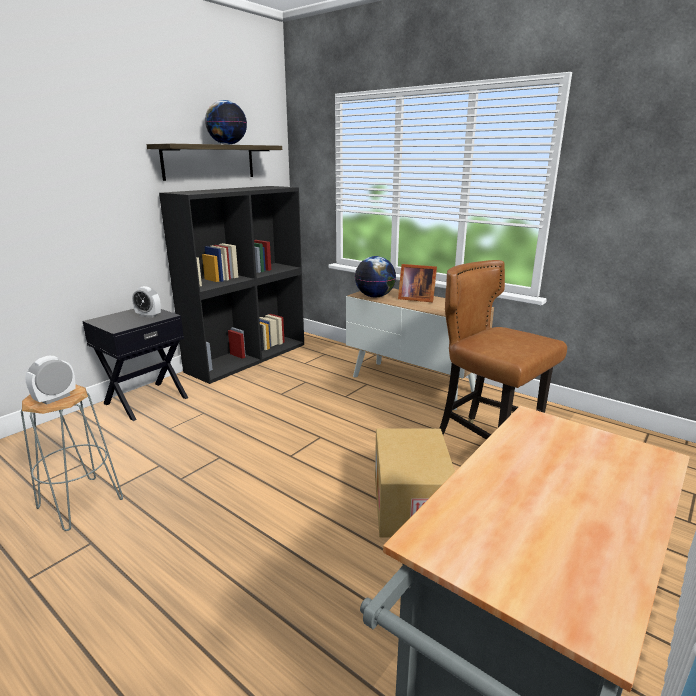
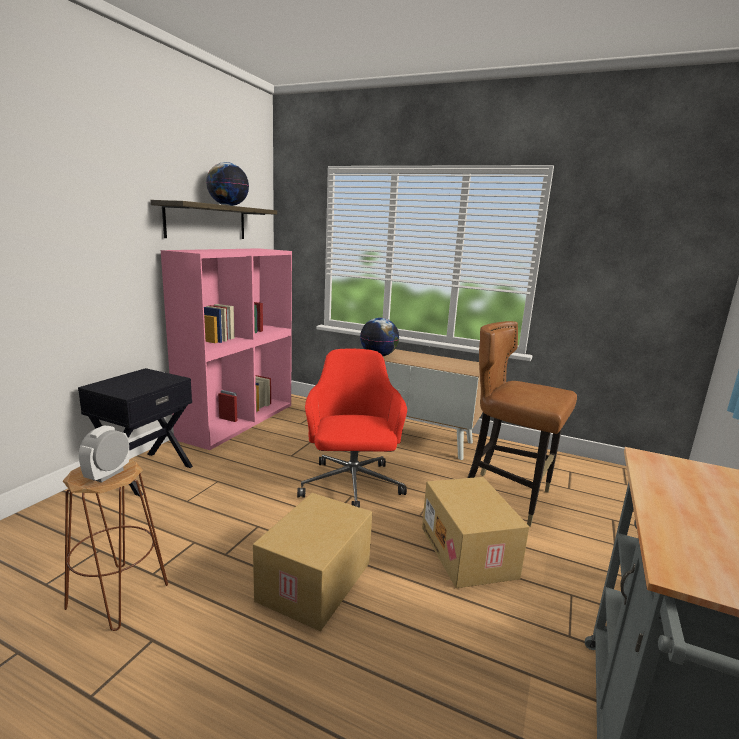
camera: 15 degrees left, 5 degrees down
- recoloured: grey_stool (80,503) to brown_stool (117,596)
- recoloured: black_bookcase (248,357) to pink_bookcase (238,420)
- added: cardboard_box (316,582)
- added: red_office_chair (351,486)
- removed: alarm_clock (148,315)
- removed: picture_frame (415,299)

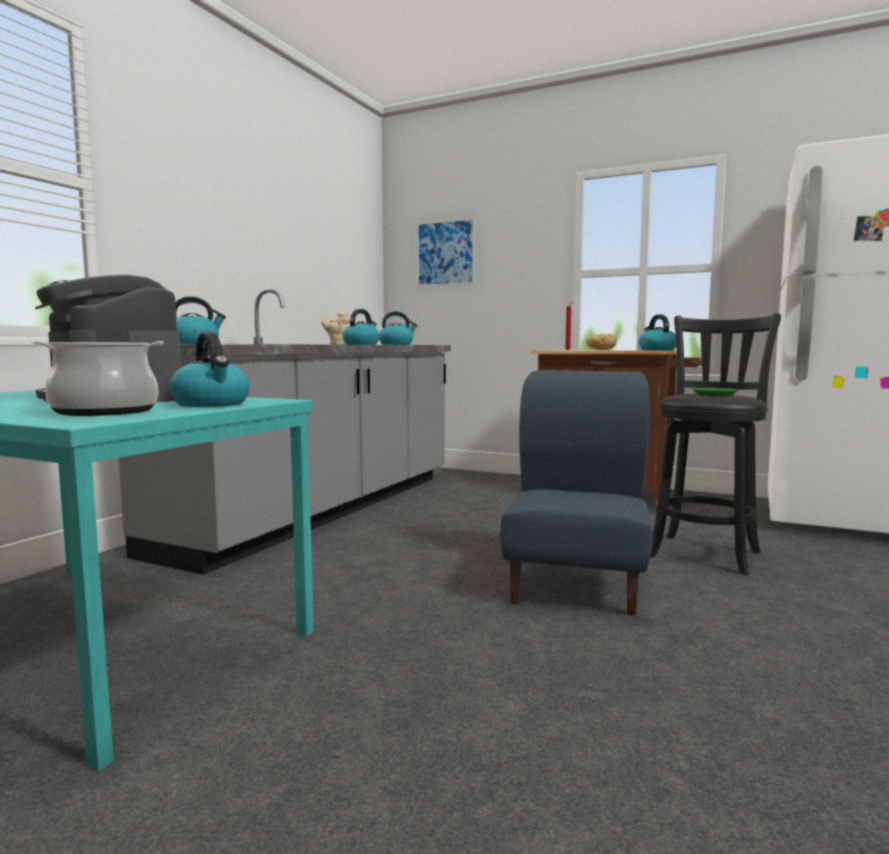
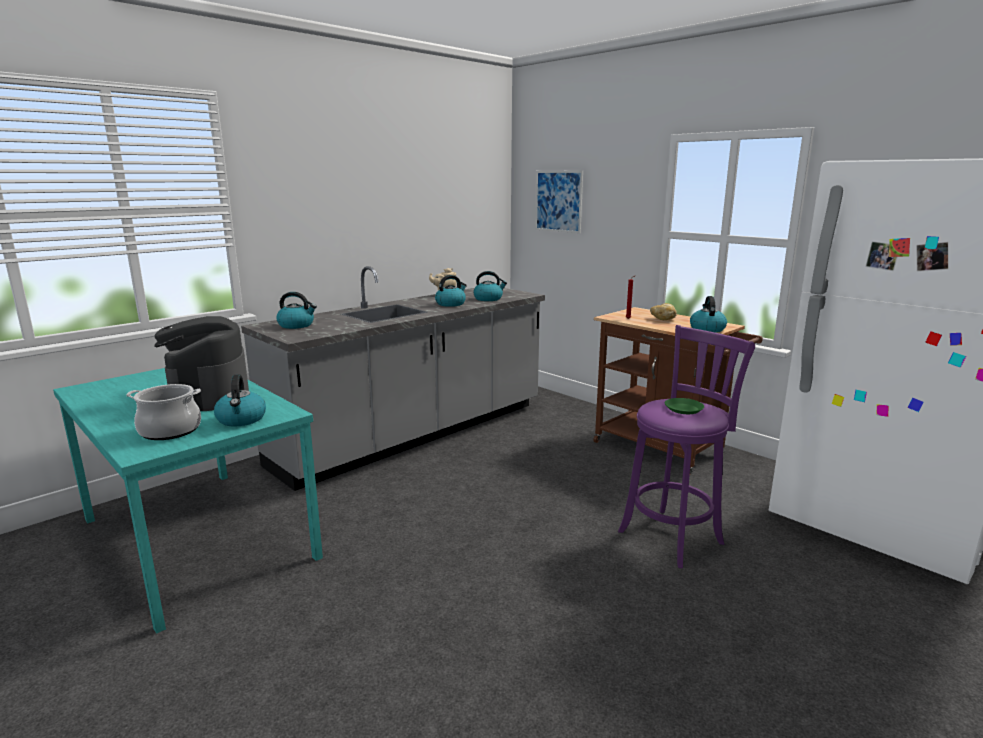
camera: 20 degrees right, 10 degrees up
- recoloured: black_stool (705,552) to purple_stool (674,535)
- removed: blue_chair (577,584)

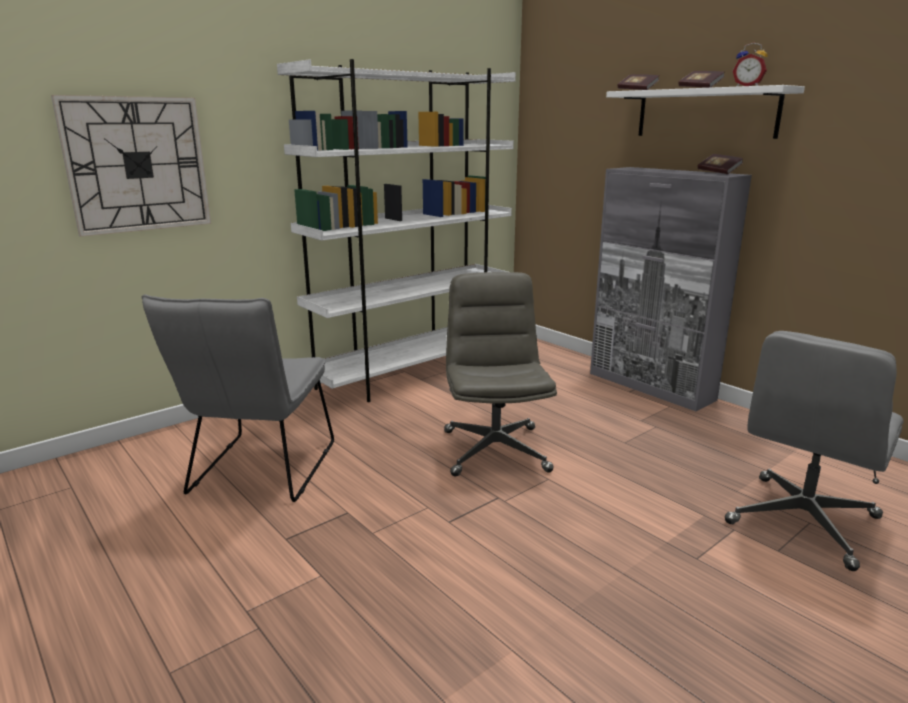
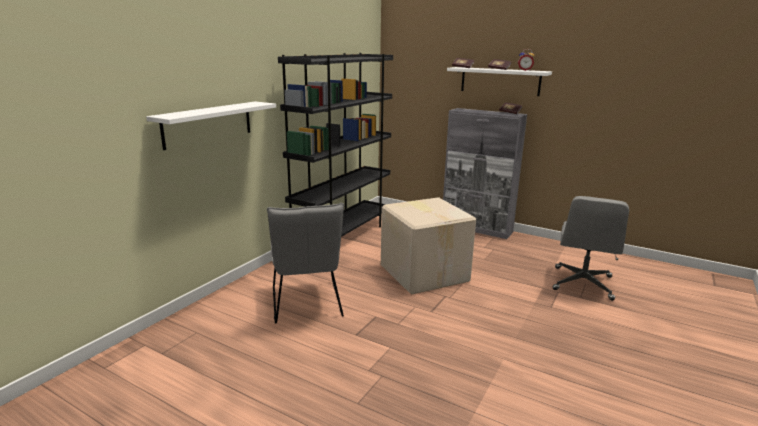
camera: 20 degrees left, 0 degrees up
- replaced: wall_clock (137,165) to white_shelf (208,124)
- recoloured: white_bookcase (413,373) to black_bookcase (343,236)
- replaced: grey_office_chair (494,450) to cardboard_box (424,273)

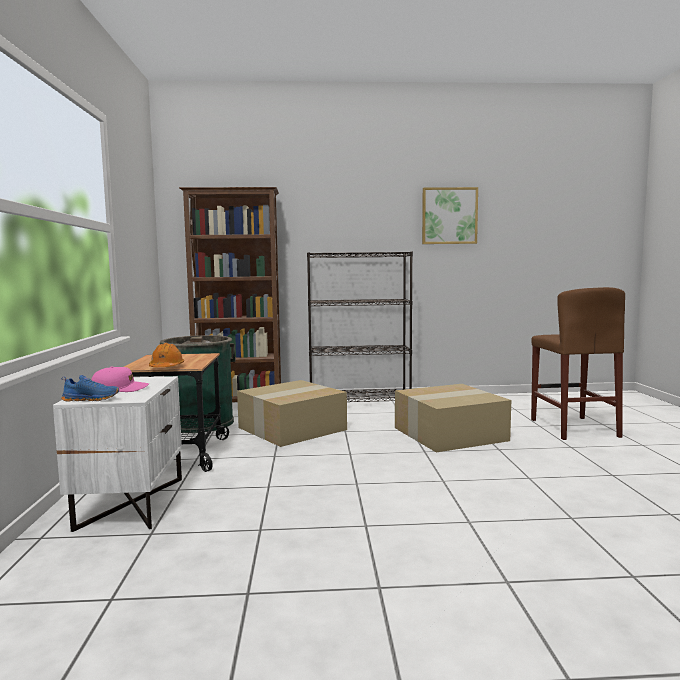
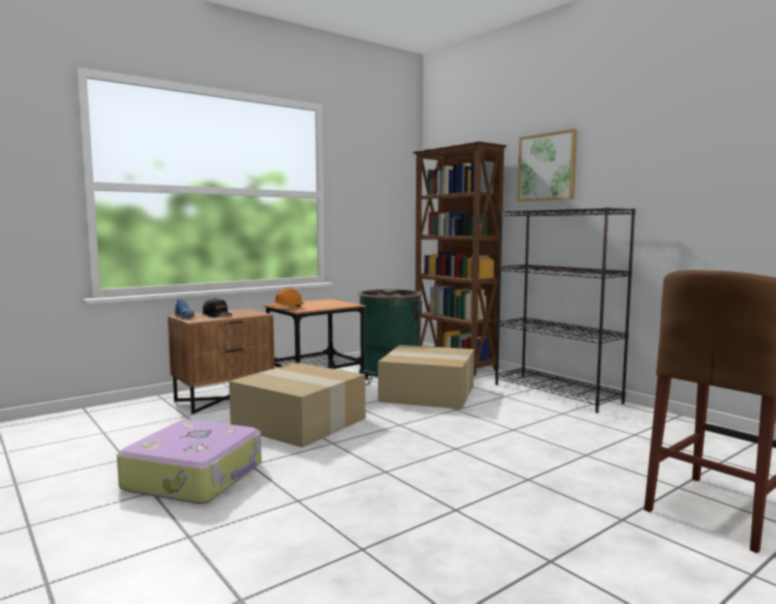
camera: 55 degrees right, 0 degrees up
- added: suitcase (196,476)
- recoloured: white_nightstand (130,502) to brown_nightstand (224,399)
- recoloured: pink_cap (120,389) to black_cap (217,315)
- moved: cardboard_box (450,433) to (301,422)
- moved: picture (449,216) to (547,167)

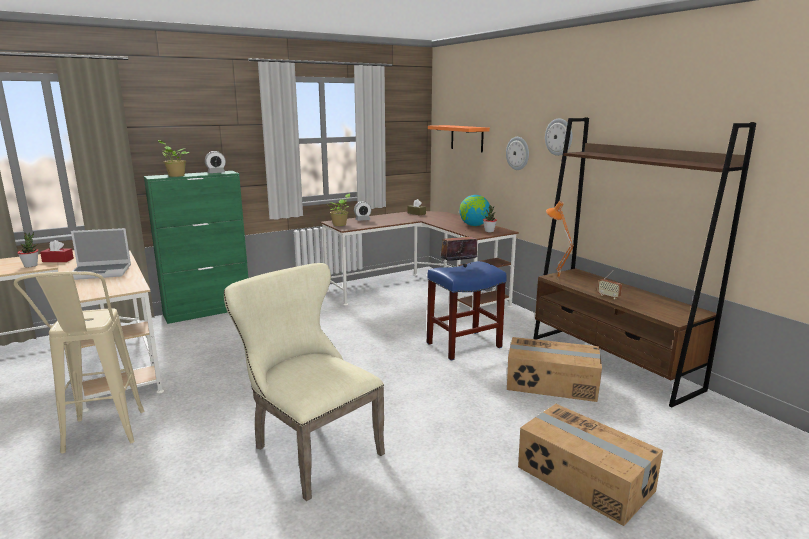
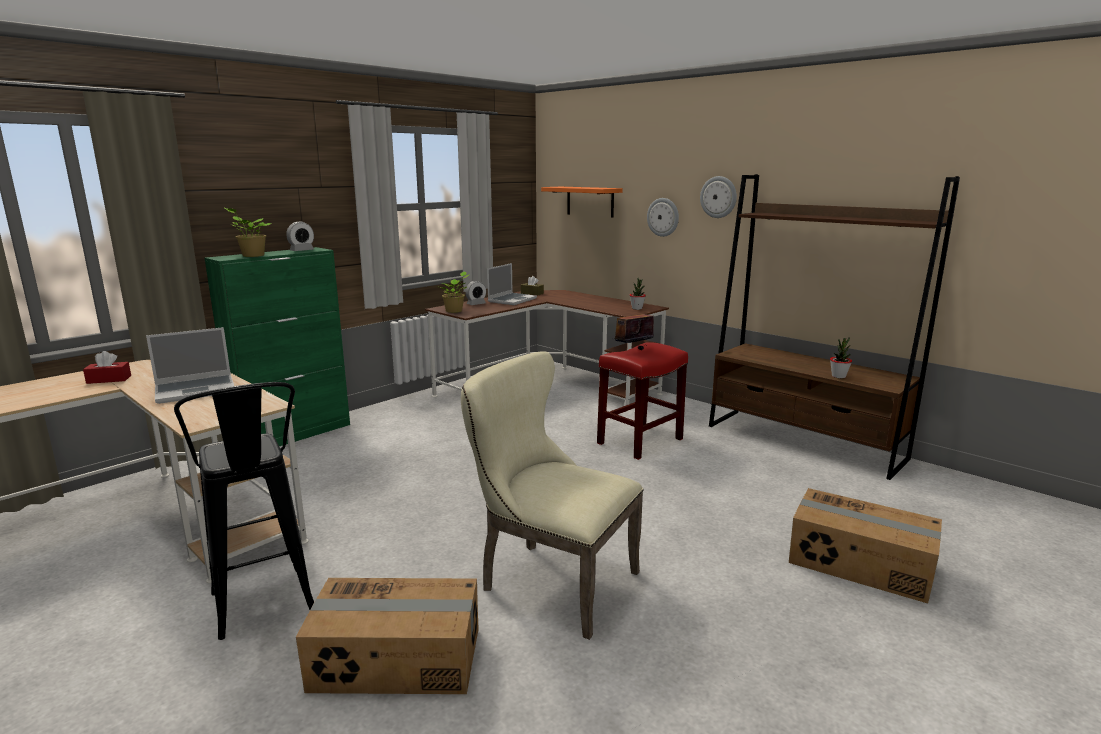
camera: 15 degrees left, 0 degrees up
- recoloured: beige_stool (101,438) to black_stool (265,612)
- moved: cardboard_box (551,383) to (396,660)
- added: laptop (512,300)
- recoloured: blue_stool (463,345) to red_stool (640,441)
- moved: potted_plant (31,265) to (838,376)
- removed: globe (474,225)
- removed: orange_table_lamp (556,279)
- removed: radio (608,296)

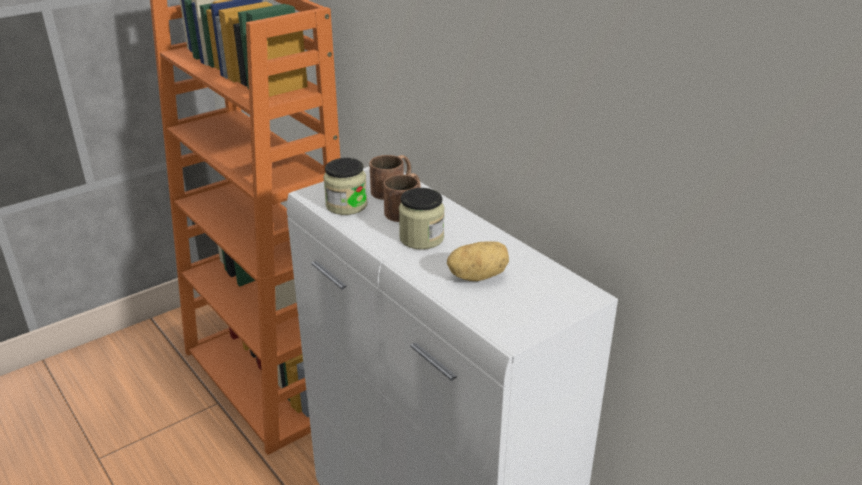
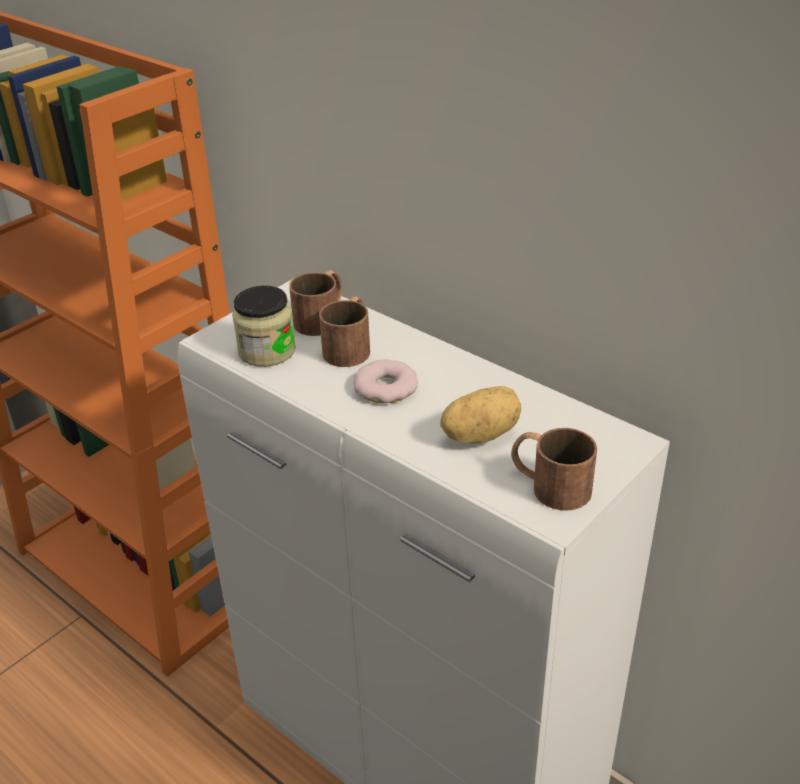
camera: 10 degrees left, 5 degrees up
- replaced: jar (421,238) to donut (386,388)
- added: brown_mug (549,485)

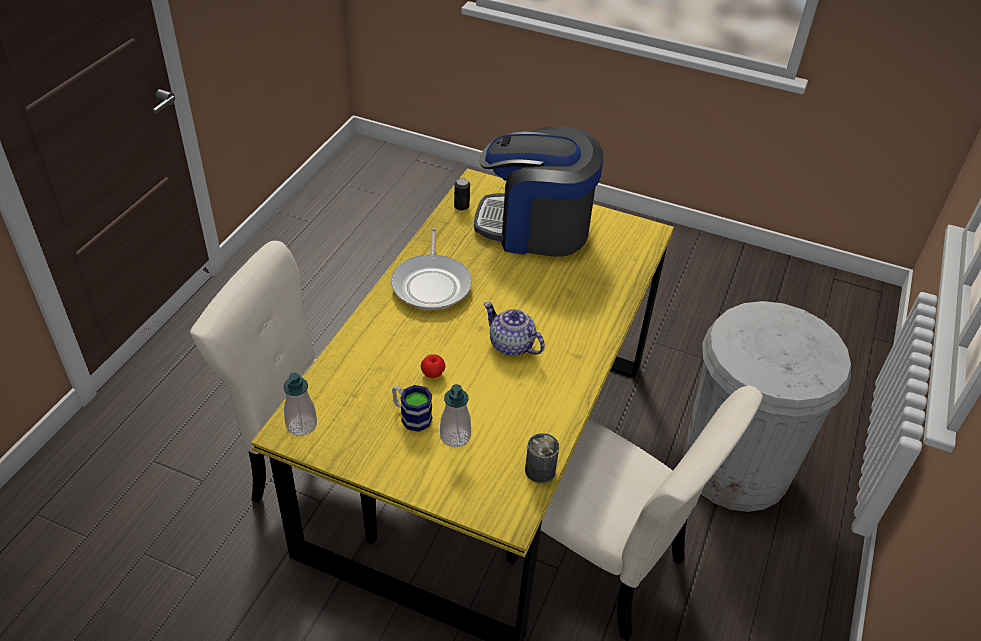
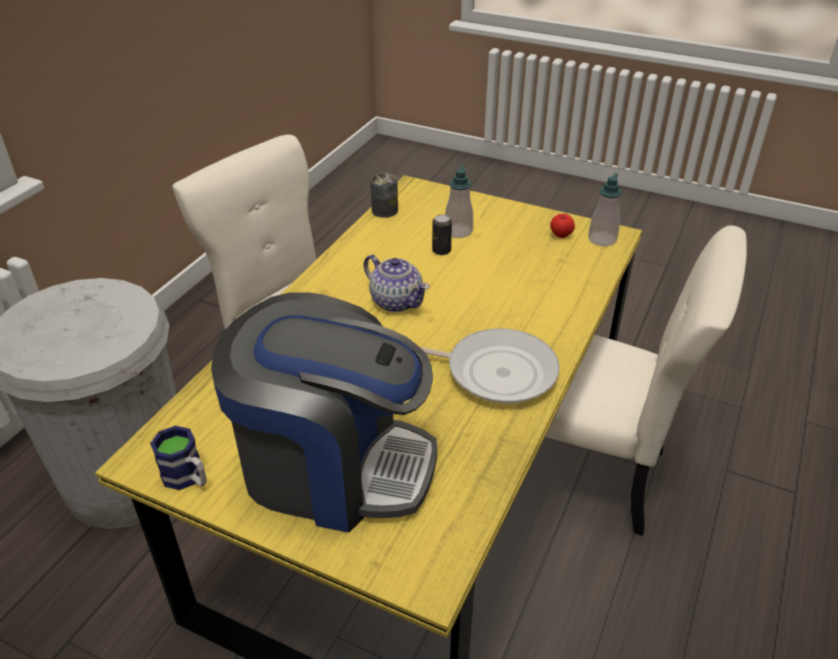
camera: 175 degrees left, 5 degrees down
- moved: mug (411,416) to (188,478)
- turned: frying_pan (432,284) = (495,371) 105 degrees clockwise
- moved: can (461,206) to (441,251)
- moved: apple (433,374) to (561,235)

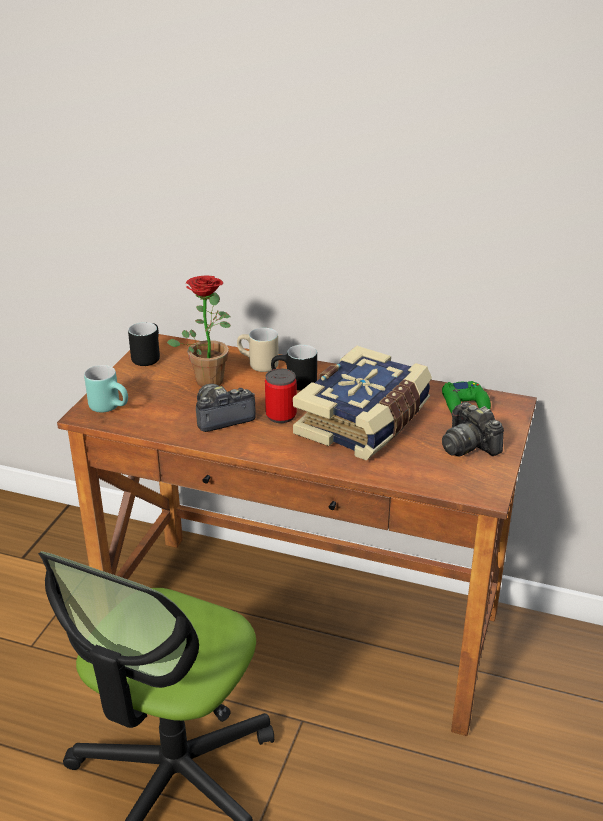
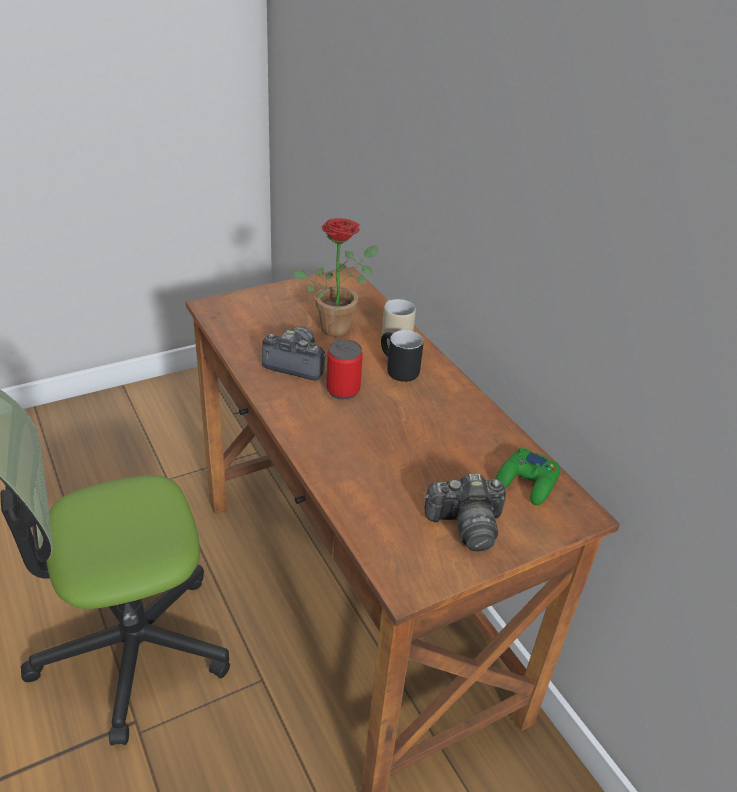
camera: 40 degrees right, 5 degrees up
- turned: photo_camera (469,445) = (466,525) 105 degrees counterclockwise
- removed: turquoise_mug (111,407)
- removed: black_mug (146,357)
- removed: book (365,422)

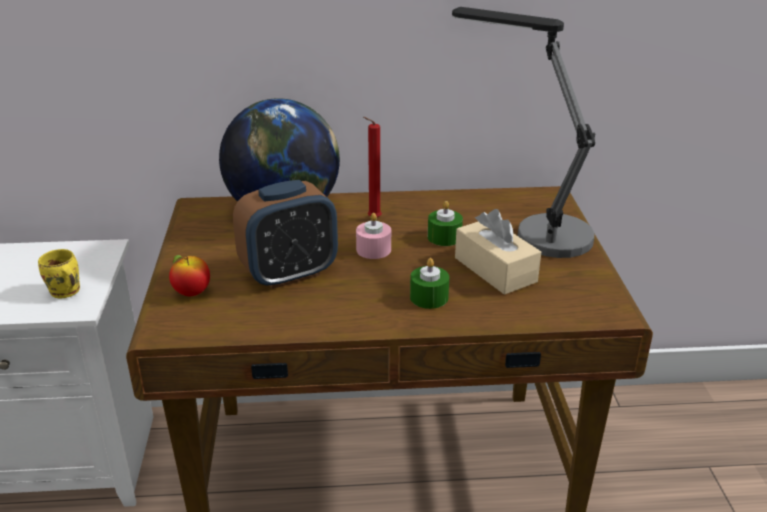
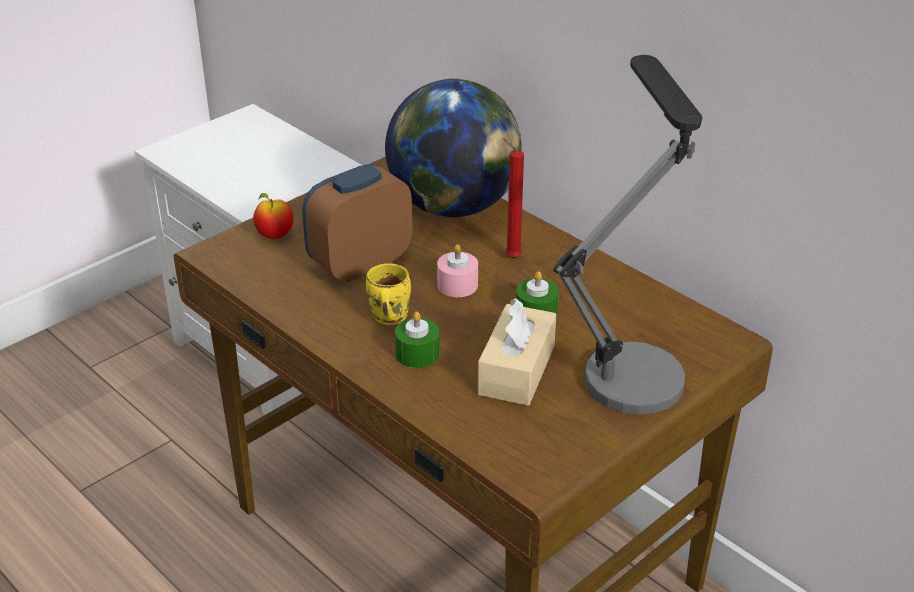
camera: 50 degrees right, 5 degrees up
- turned: alarm_clock (289,274) = (360,264) 120 degrees clockwise
- moved: yellow_mug (64,293) to (387,317)

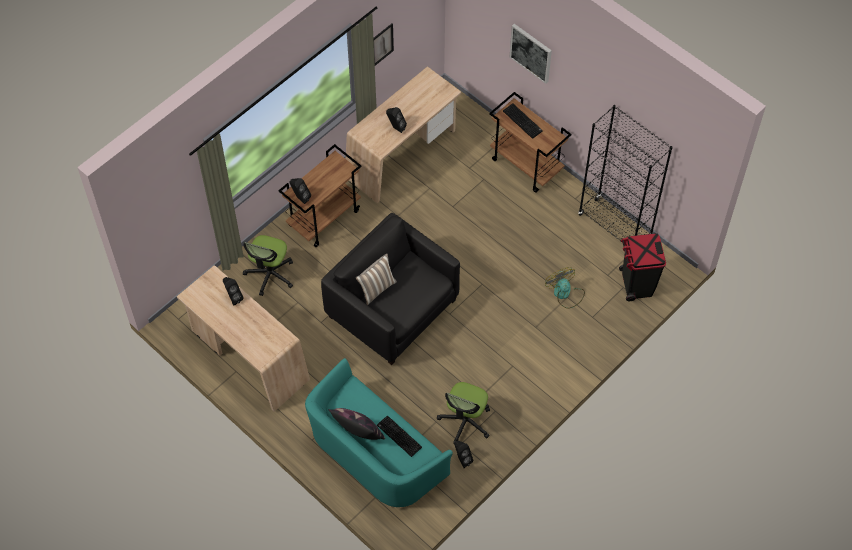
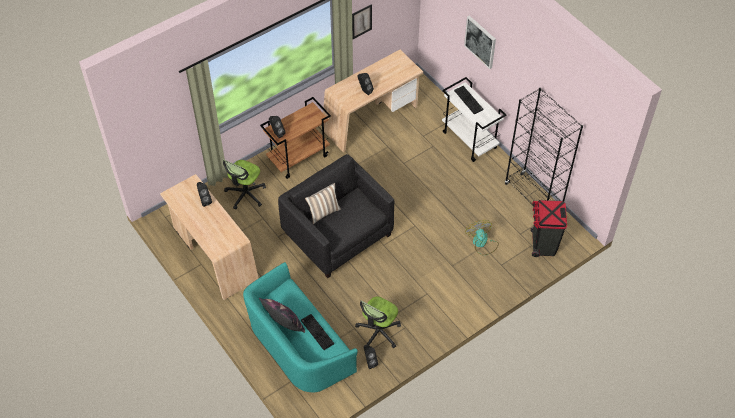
camera: 10 degrees right, 5 degrees down
- recoloured: brown_cart (527,165) to white_cart (470,140)

